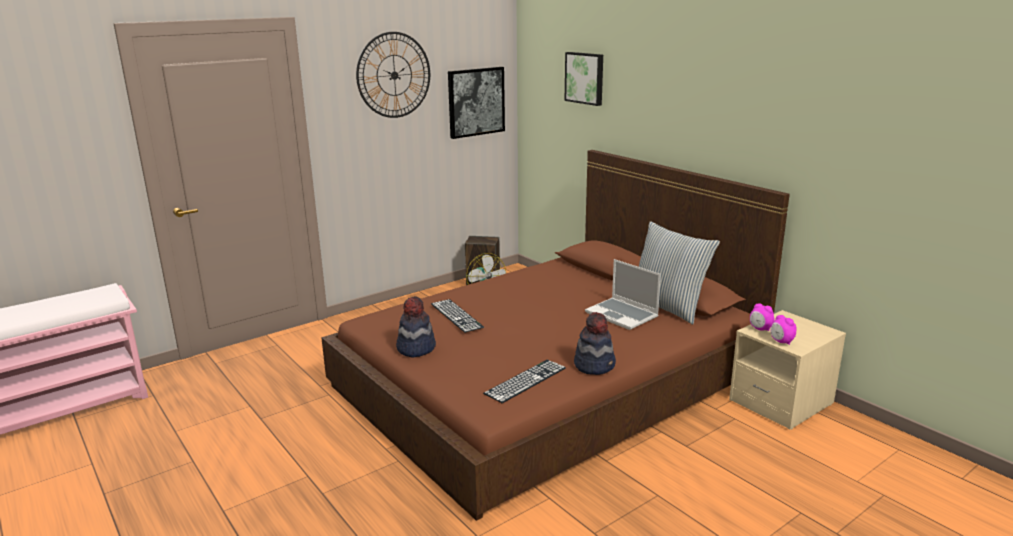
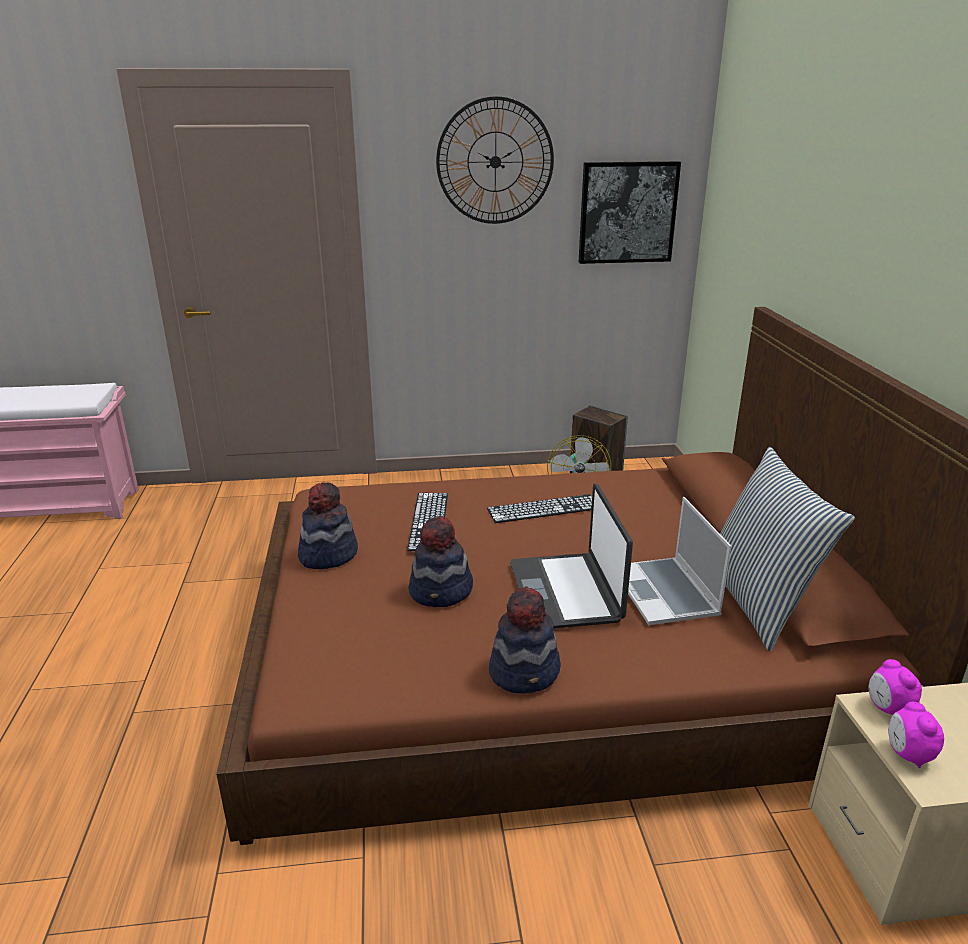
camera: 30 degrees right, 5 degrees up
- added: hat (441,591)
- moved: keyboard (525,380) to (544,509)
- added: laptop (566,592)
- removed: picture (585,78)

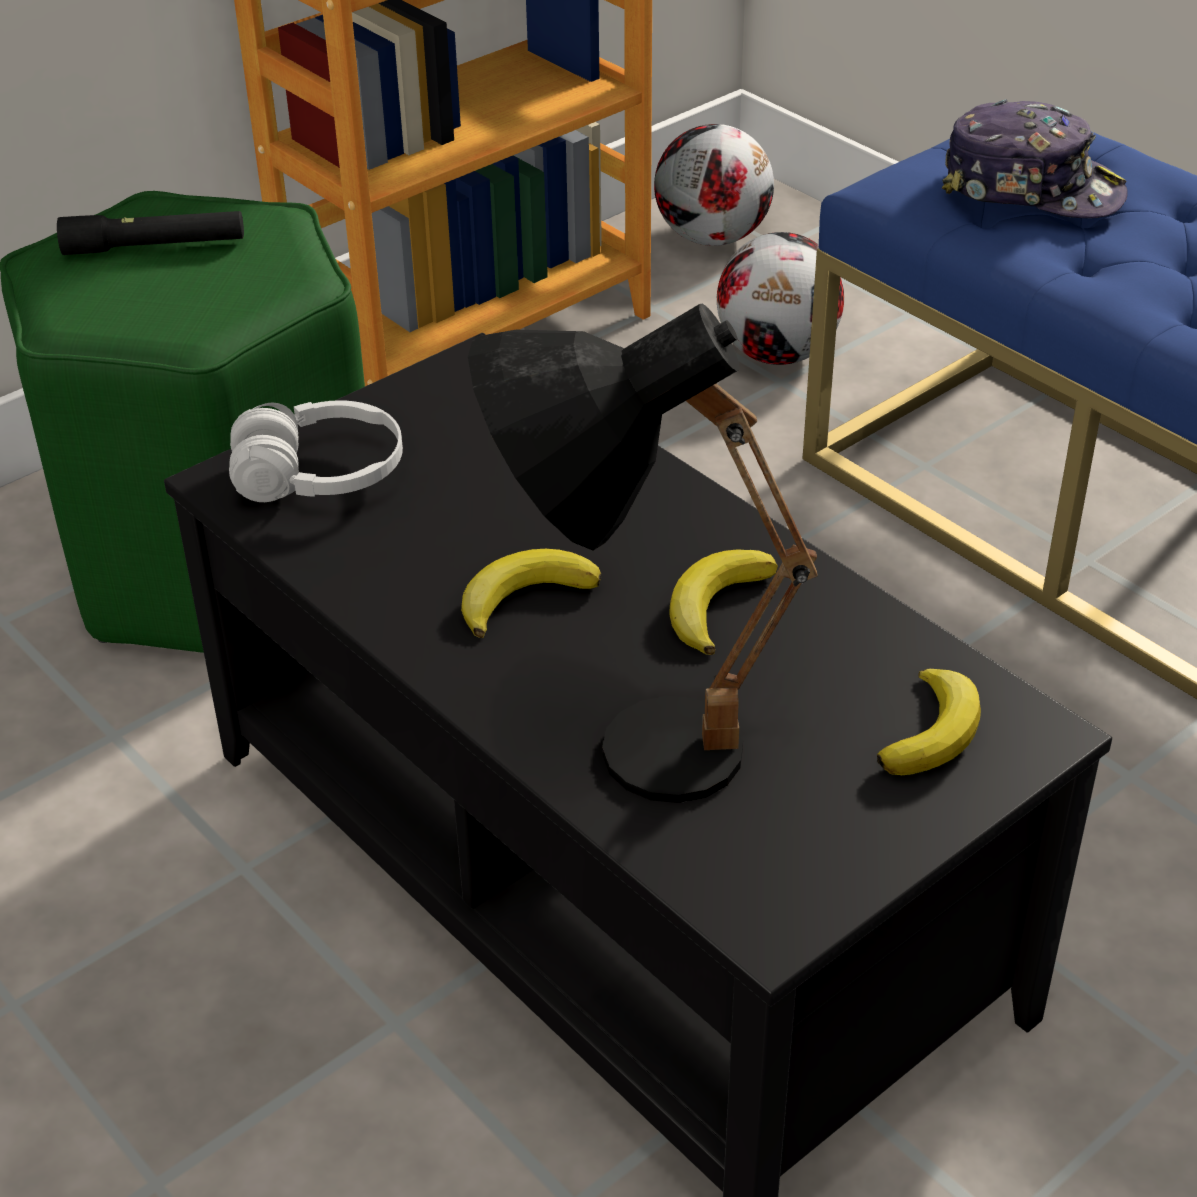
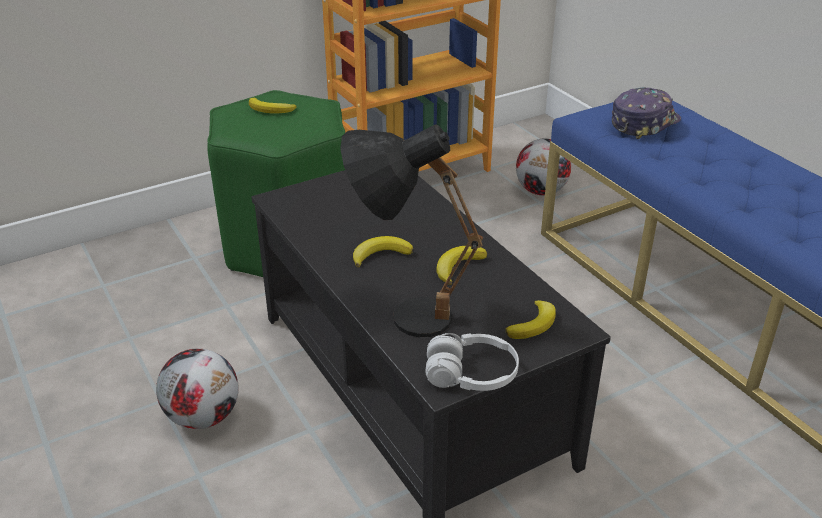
camera: 10 degrees right, 5 degrees down
- moved: football (712,237) to (203,416)
- replaced: black_flashlight (155,246) to banana (271,110)
- moved: white_headphones (320,476) to (471,375)
- turned: cap (1031,189) = (643,123) 75 degrees counterclockwise

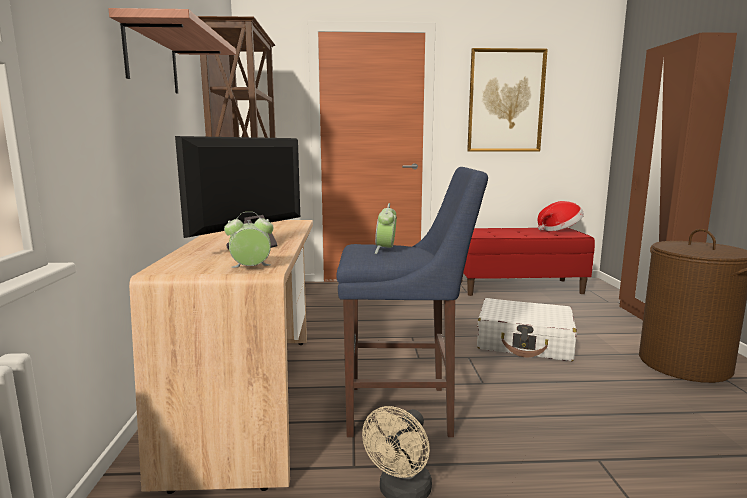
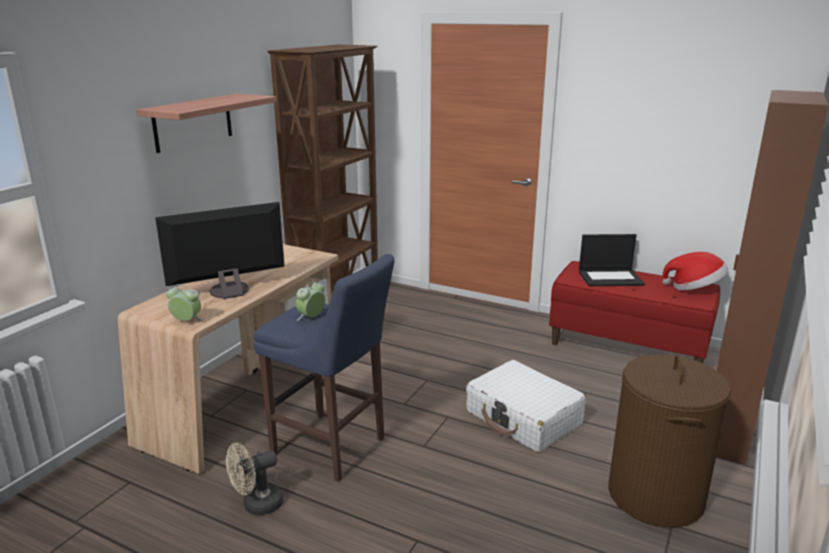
camera: 30 degrees right, 10 degrees up
- added: laptop (611,278)
- removed: picture (505,101)

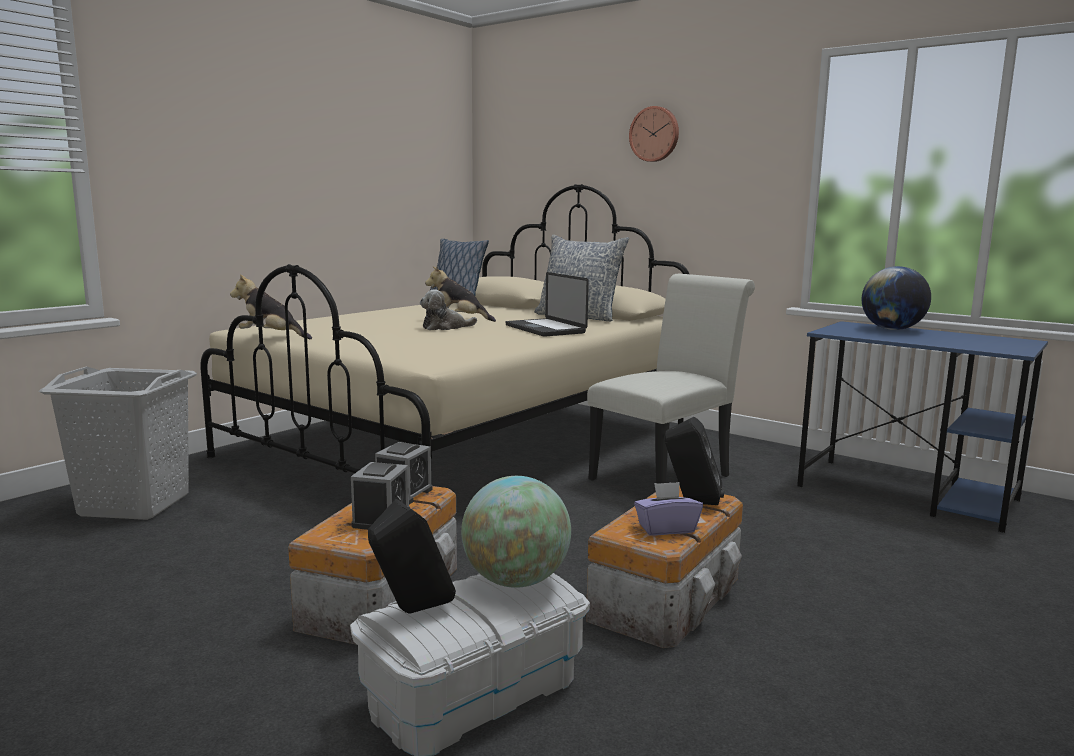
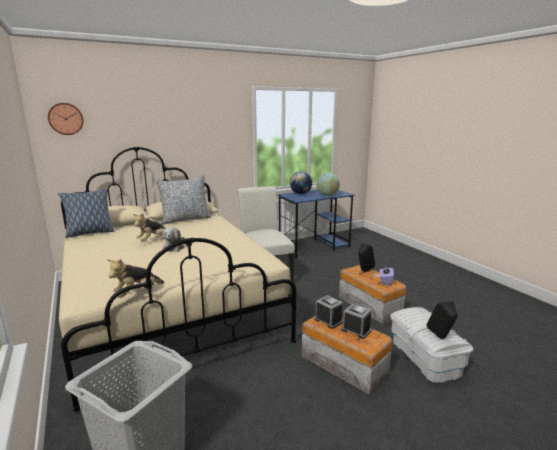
camera: 65 degrees left, 5 degrees up
- moved: wall_clock (655,134) to (66,119)
- moved: globe (516,581) to (327,195)
- removed: laptop (545,329)

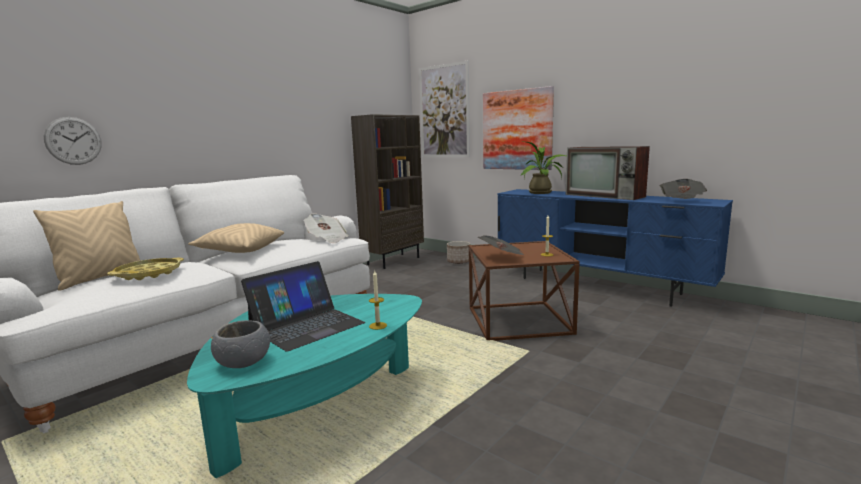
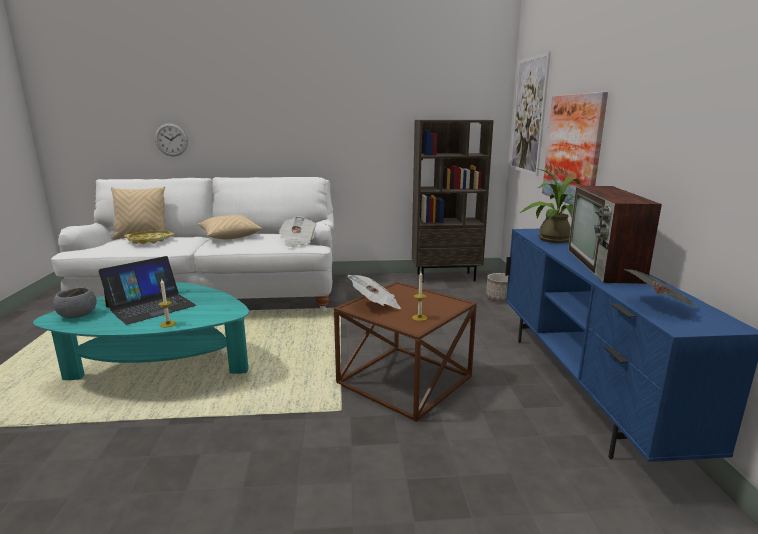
camera: 45 degrees right, 5 degrees up
- turned: laptop (306,325) = (151,306) 45 degrees counterclockwise

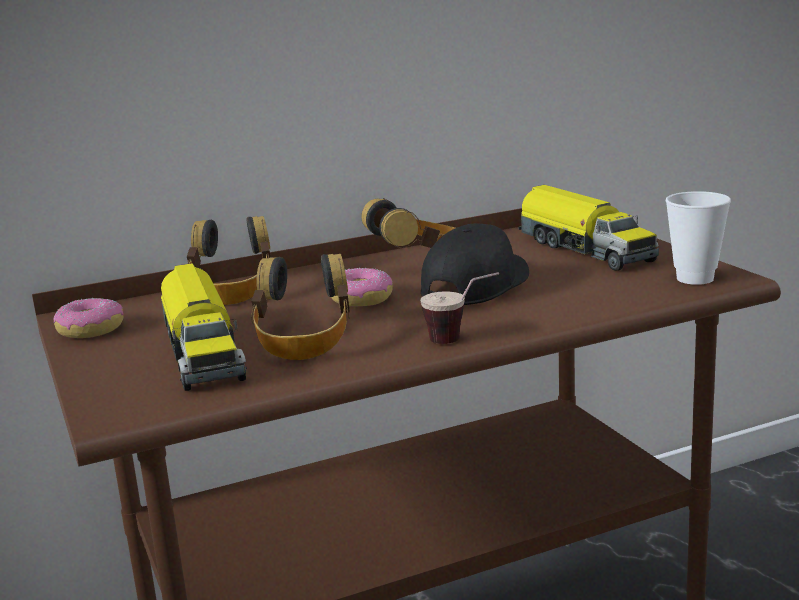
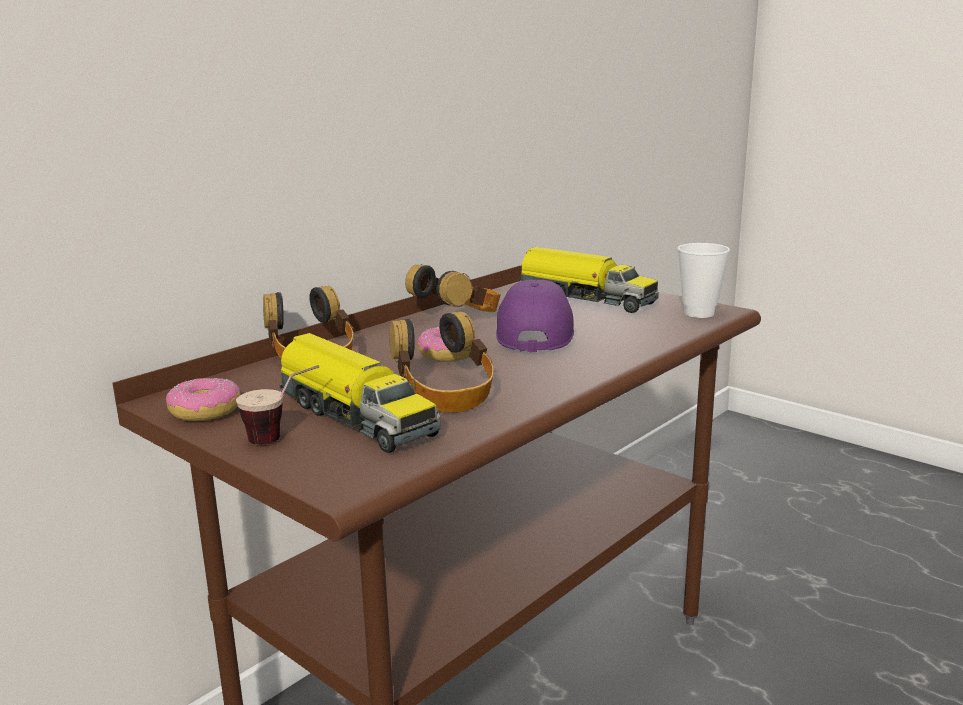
camera: 25 degrees left, 0 degrees up
- moved: cup (462,341) to (283,438)
- recoloured: black_cap (476,285) to purple_cap (535,334)

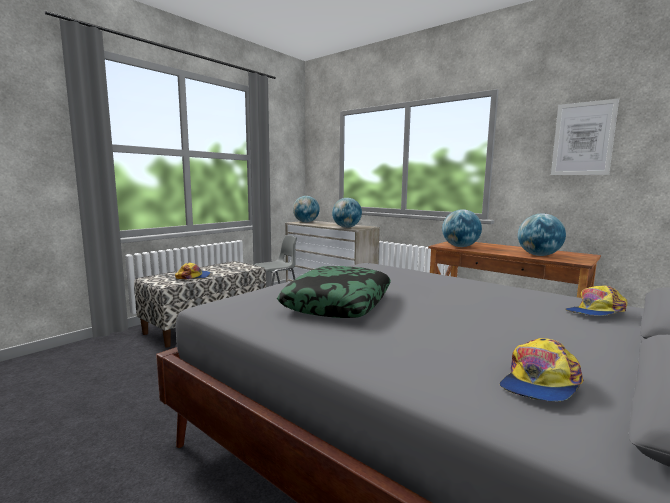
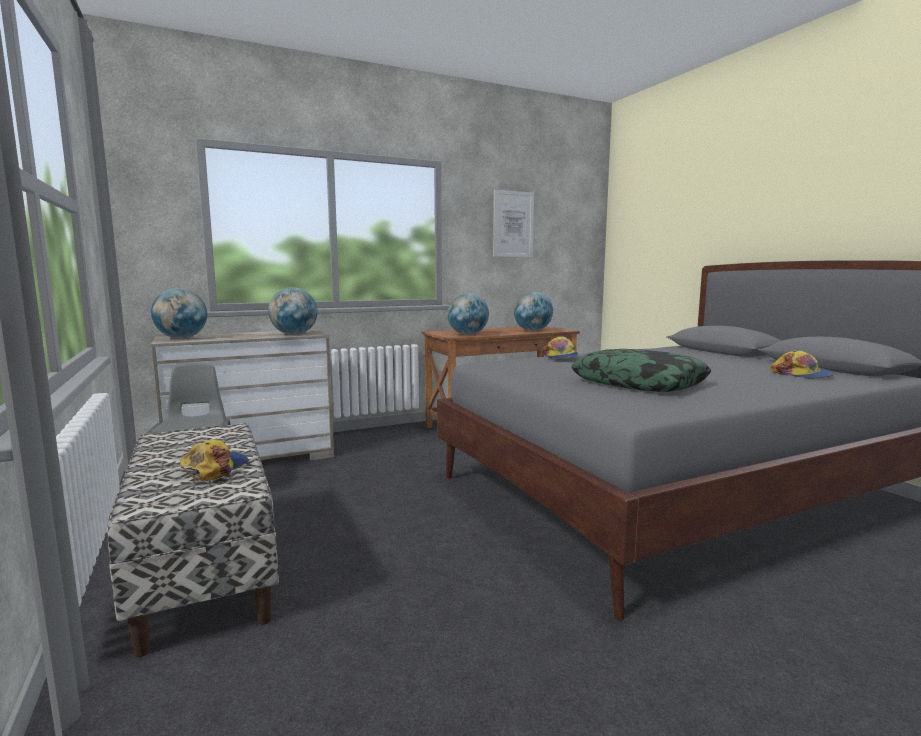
camera: 65 degrees left, 0 degrees up
- moved: cap (595,312) to (560,356)

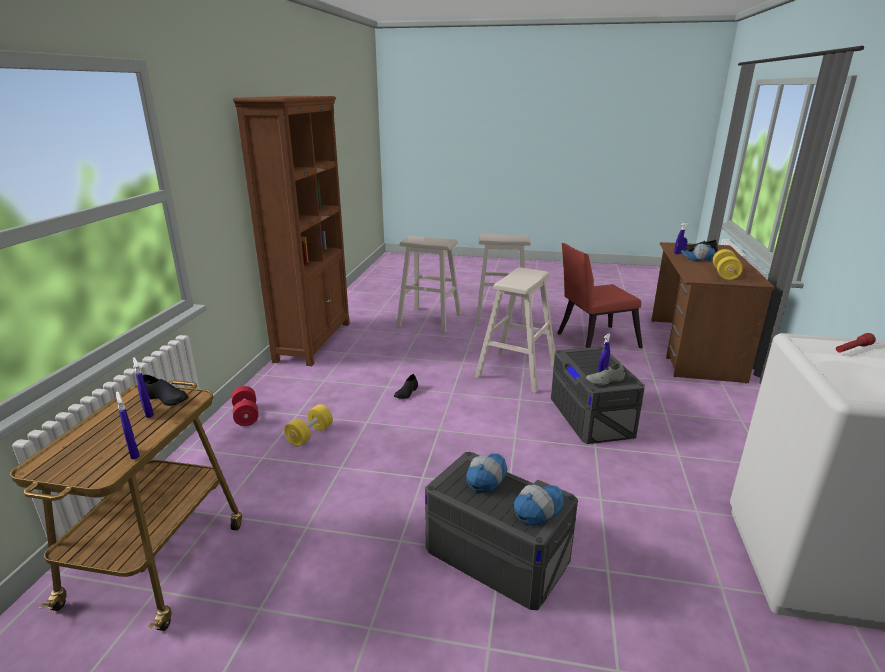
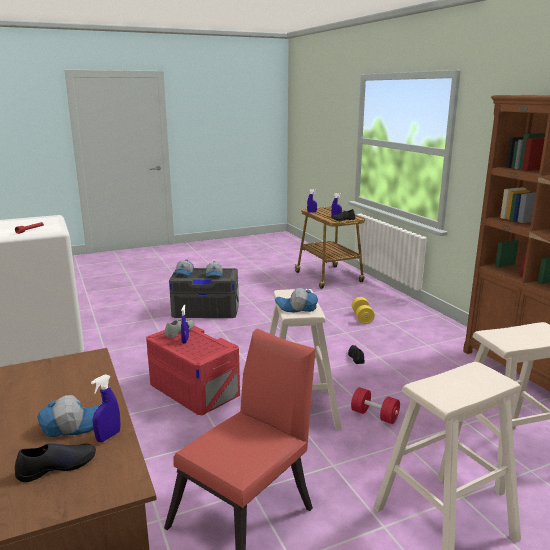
camera: 145 degrees right, 5 degrees down
- recoloured: grey_storage_box (591,416) to red_storage_box (193,388)
- added: cap (296,308)
- moved: red_dumbbell (246,415) to (374,415)
- removed: yellow_dumbbell (725,274)

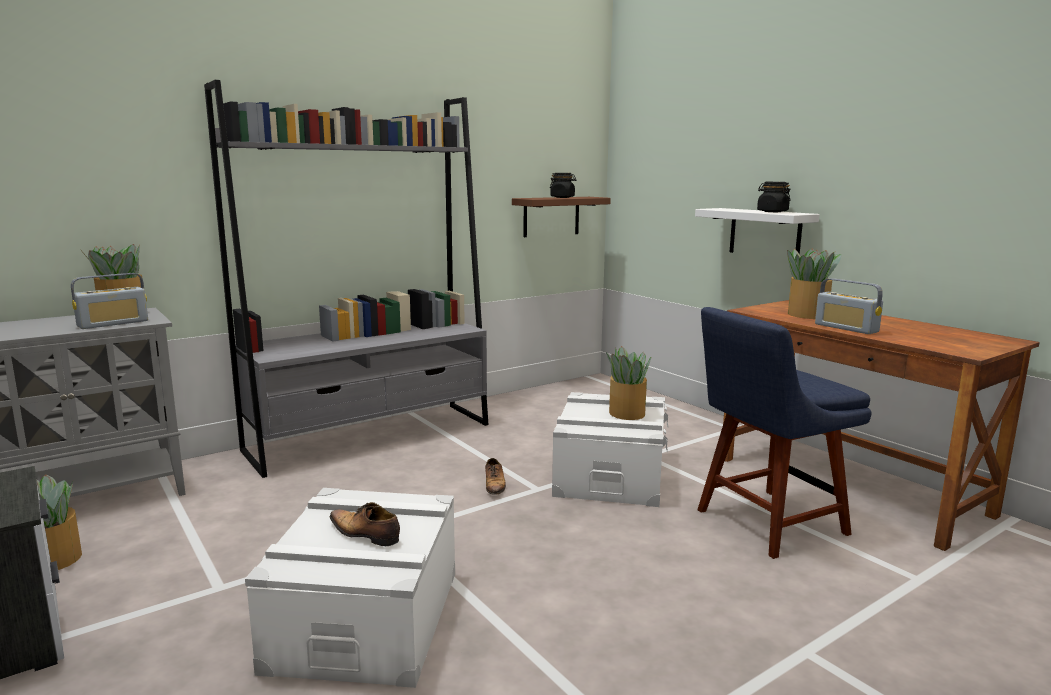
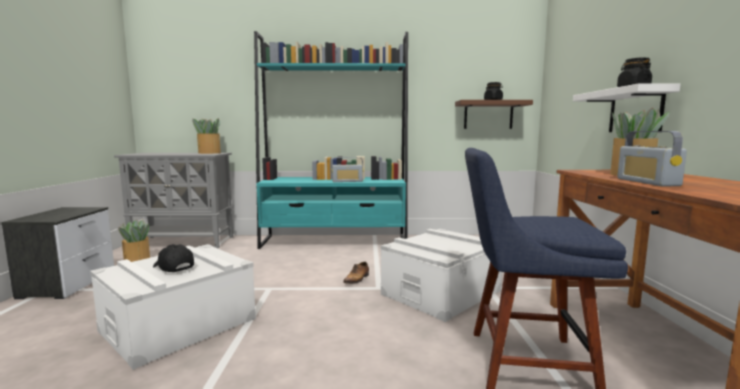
camera: 35 degrees right, 5 degrees down
- replaced: shoe (365,534) to black_cap (173,267)
- recoloured: grey_bookcase (371,437) to turquoise_bookcase (335,242)
- moved: radio (113,323) to (347,181)
- removed: potted_plant (627,413)

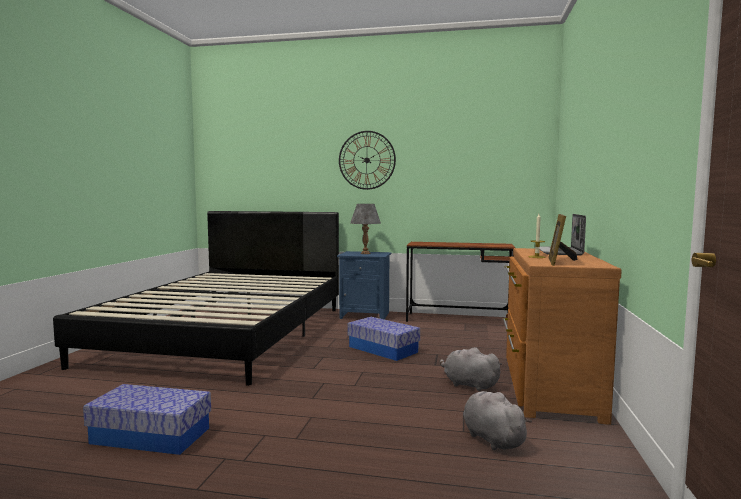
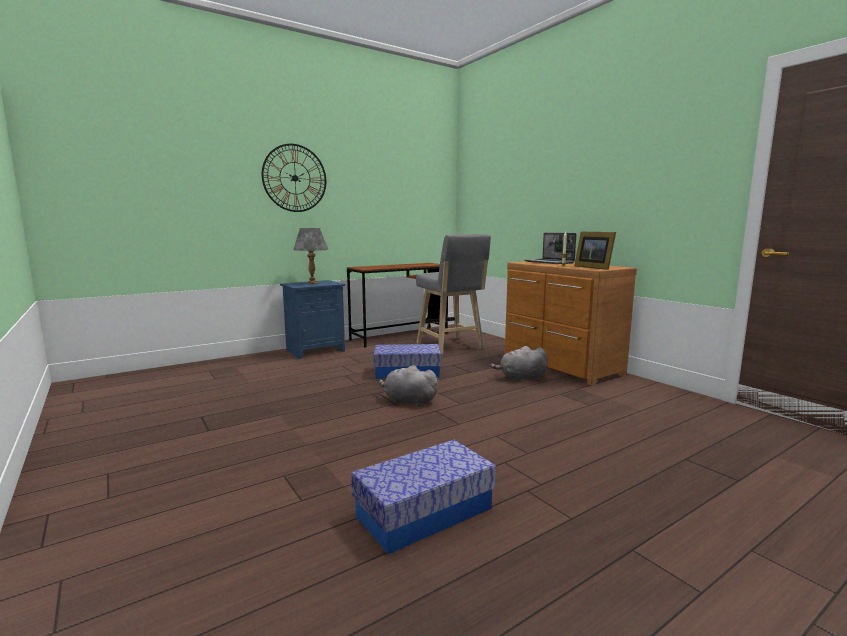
camera: 45 degrees left, 5 degrees up
- moved: grey_plush_toy (491,438) to (408,401)
- added: grey_stool (451,347)
- removed: black_bed (228,333)

